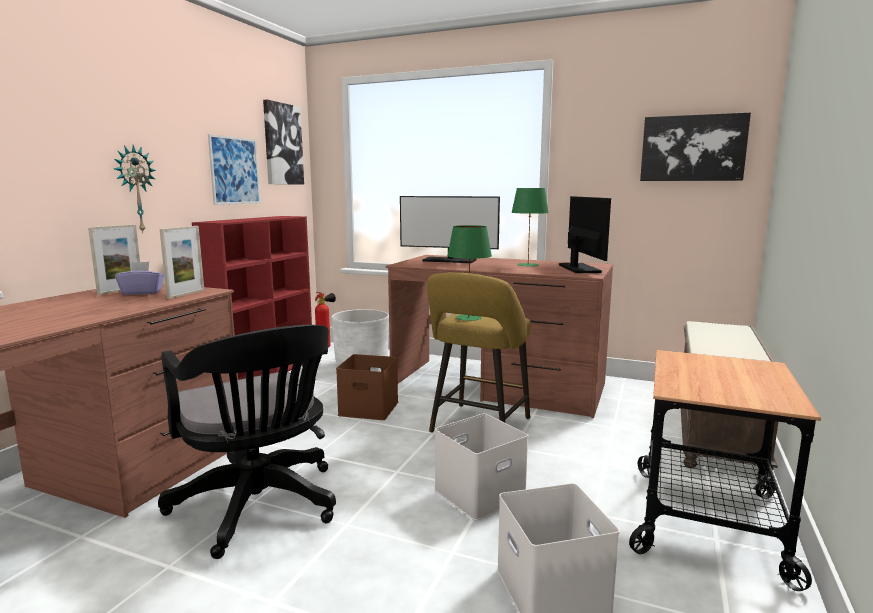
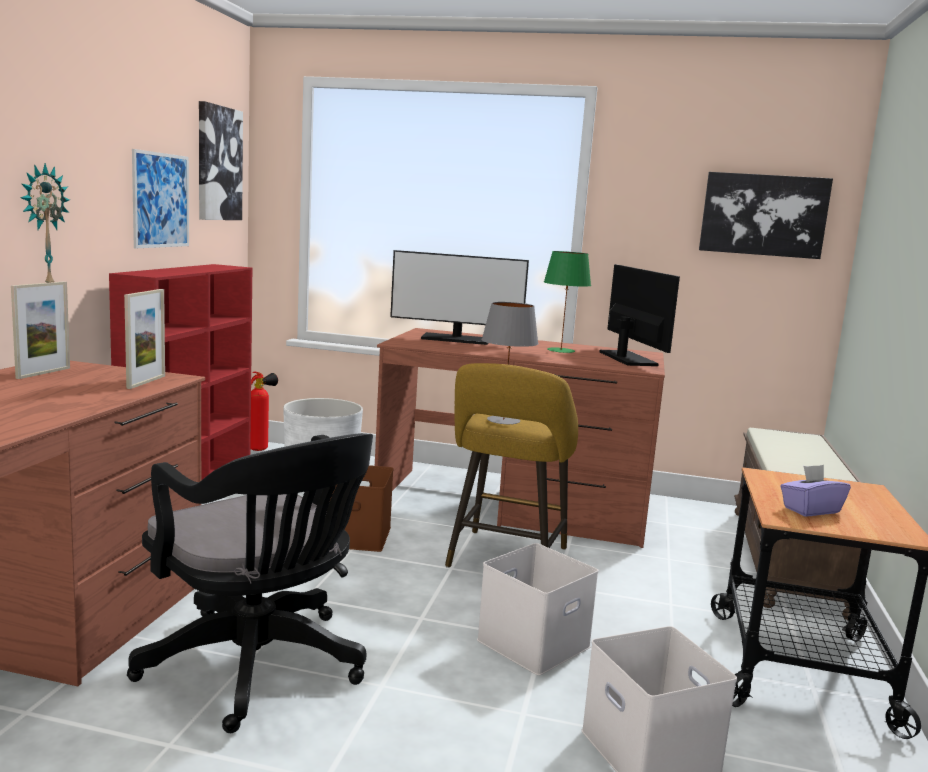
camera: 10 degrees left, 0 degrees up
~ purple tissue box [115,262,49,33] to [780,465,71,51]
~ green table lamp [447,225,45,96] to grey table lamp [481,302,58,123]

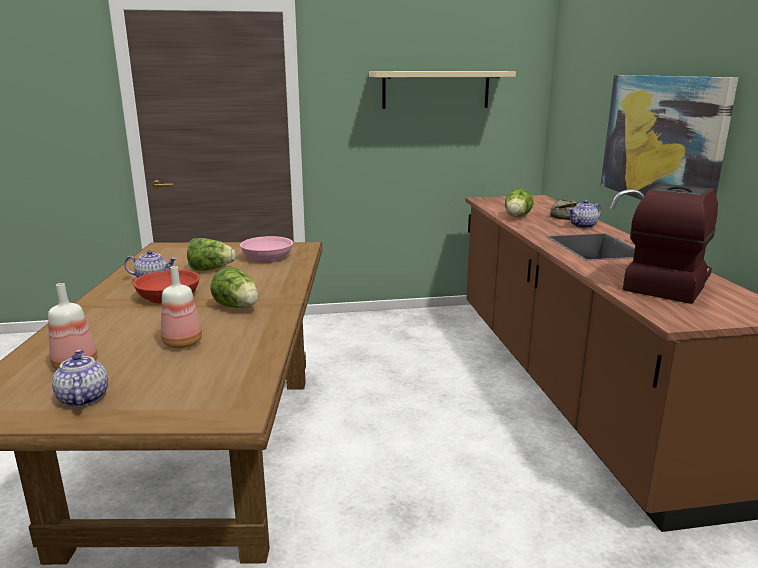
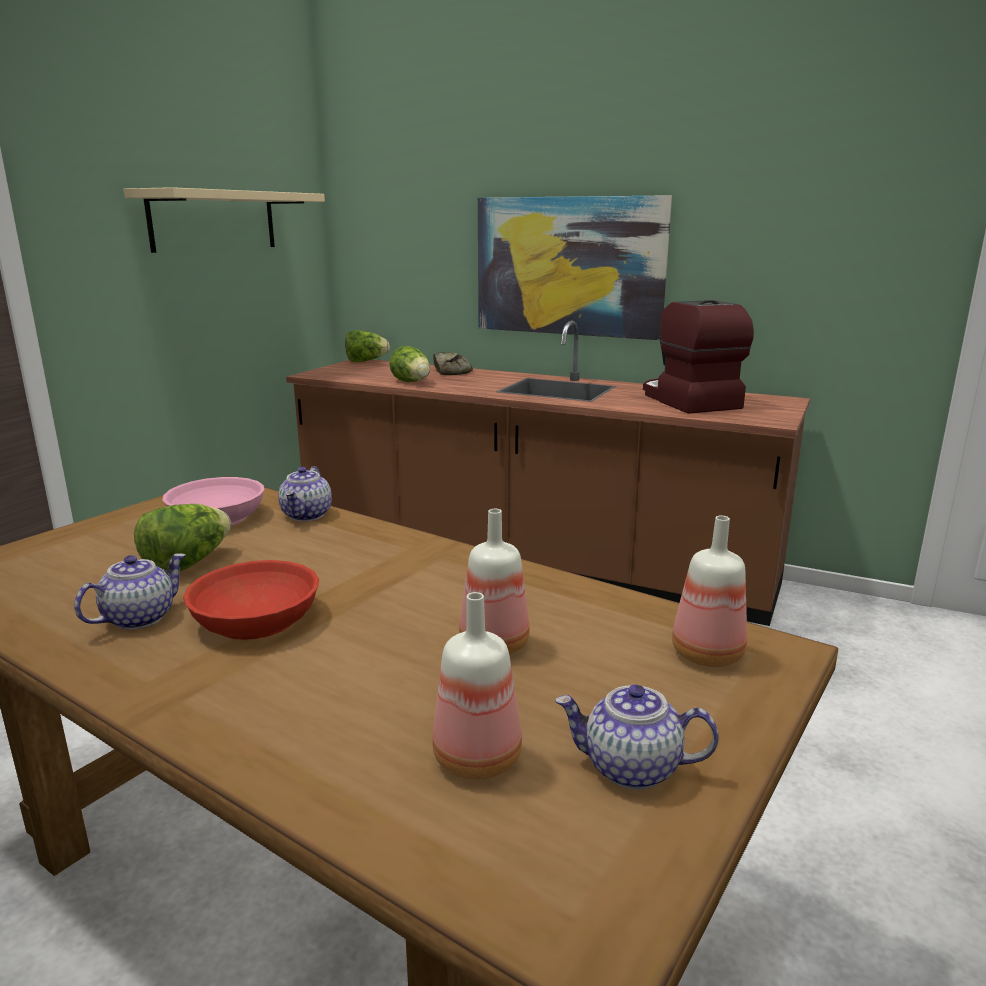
camera: 55 degrees left, 0 degrees up
~ lettuce [210,267,49,41] to [345,330,45,32]
~ teapot [568,200,34,28] to [278,466,54,55]
+ bottle [672,516,75,151]

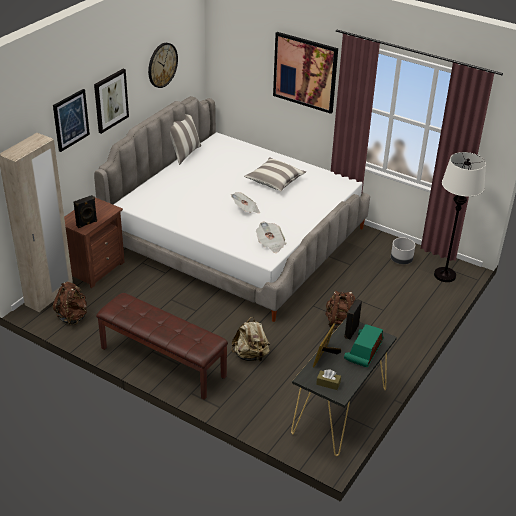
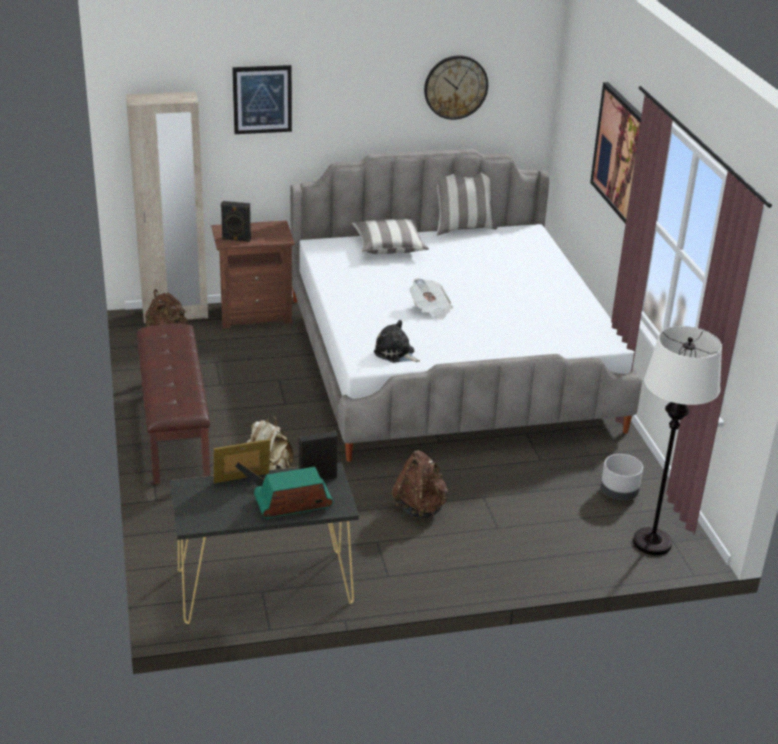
camera: 45 degrees right, 5 degrees down
- picture [94,69,35,65]
~ pillow [244,157,62,34] to [352,219,77,35]
~ newspaper [256,222,31,31] to plush toy [374,320,46,43]
- brown tissue box [316,369,25,21]

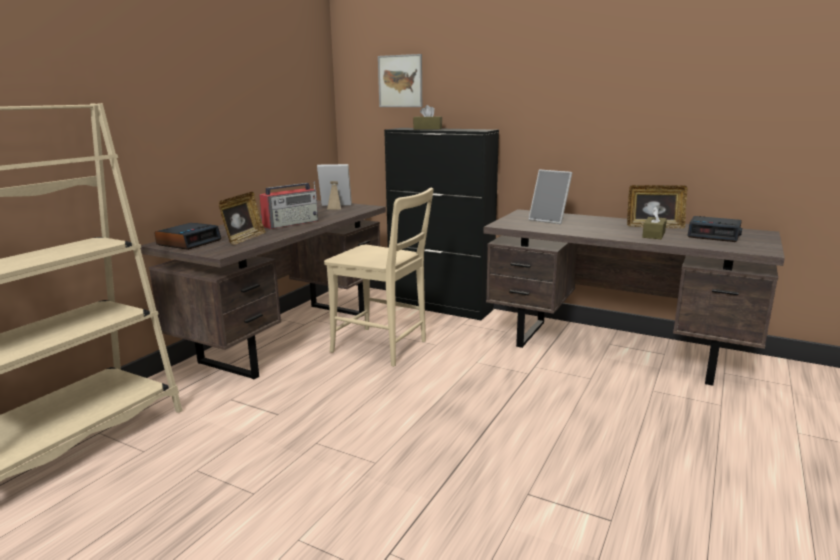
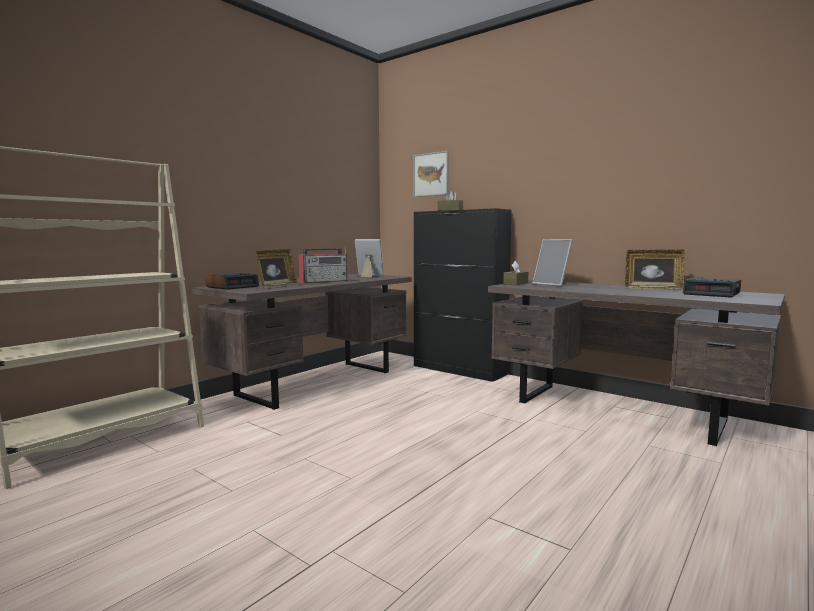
camera: 10 degrees right, 10 degrees down
- beige chair [324,188,110,179]
~ brown tissue box [642,206,25,33] to [503,260,25,25]

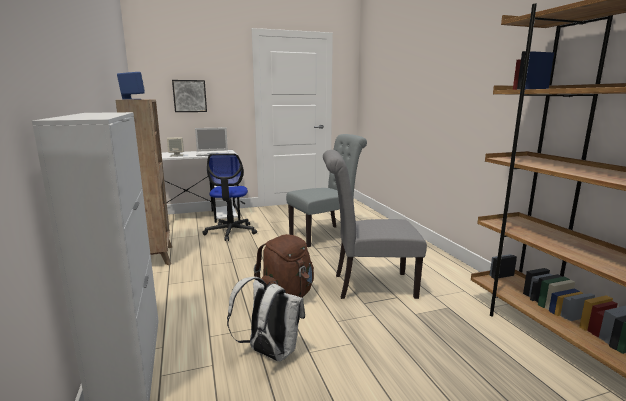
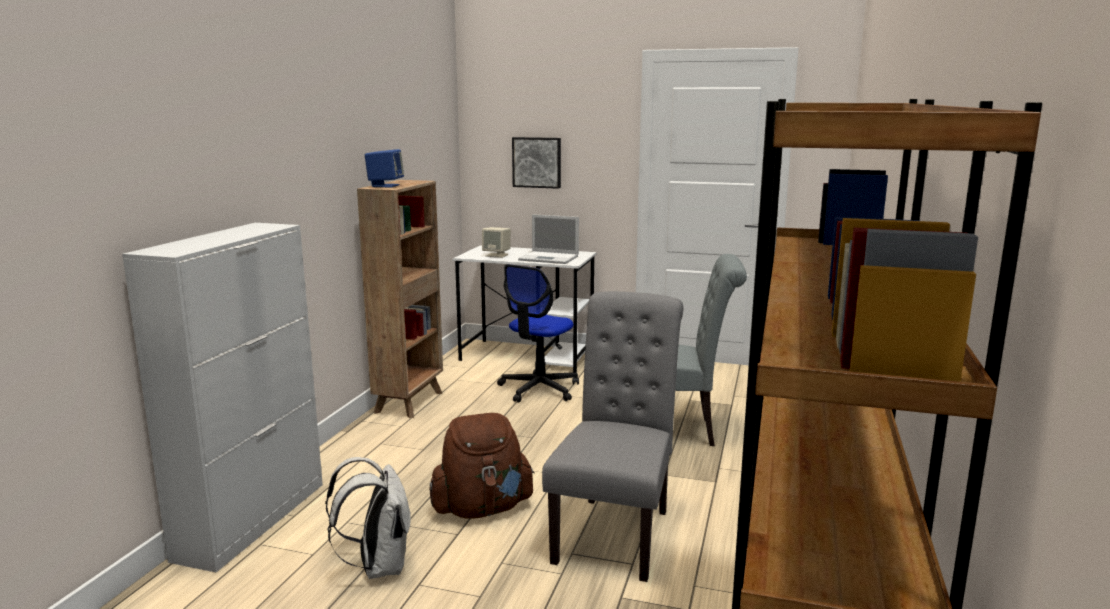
camera: 35 degrees right, 0 degrees up
~ grey chair [323,150,104,149] = [542,291,141,291] 75 degrees clockwise

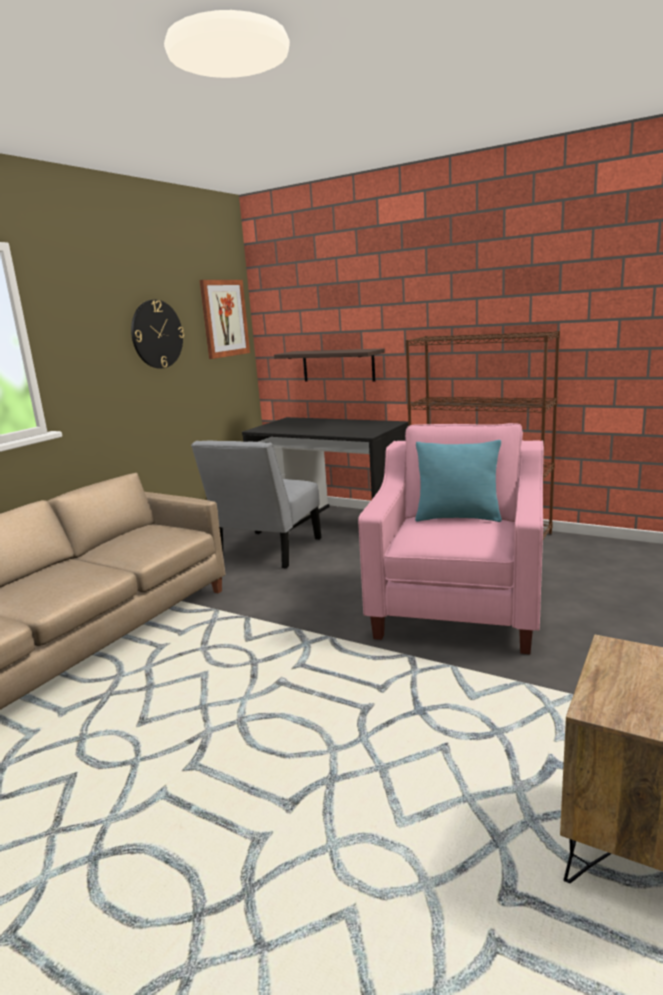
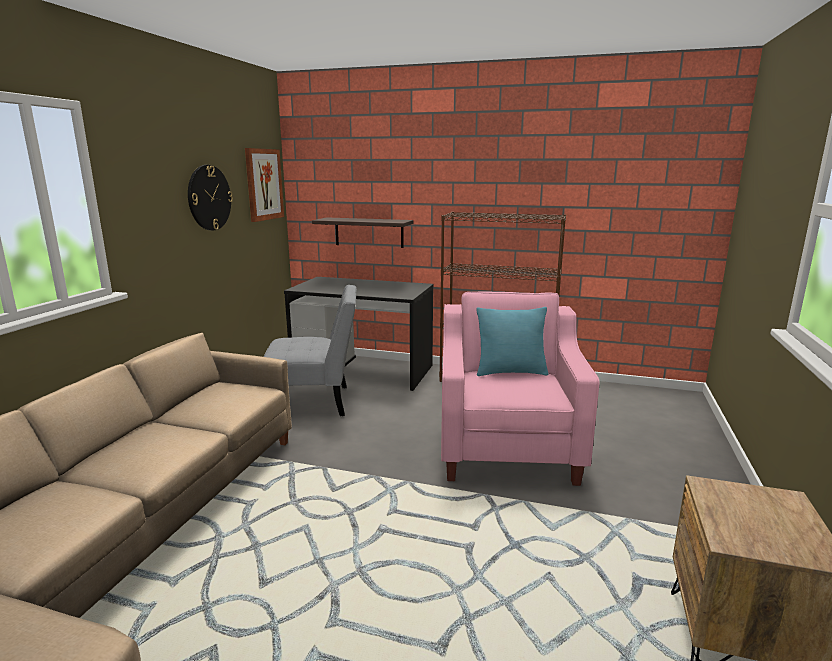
camera: 15 degrees left, 0 degrees up
~ grey chair [191,441,131,127] = [264,285,93,131] 105 degrees counterclockwise

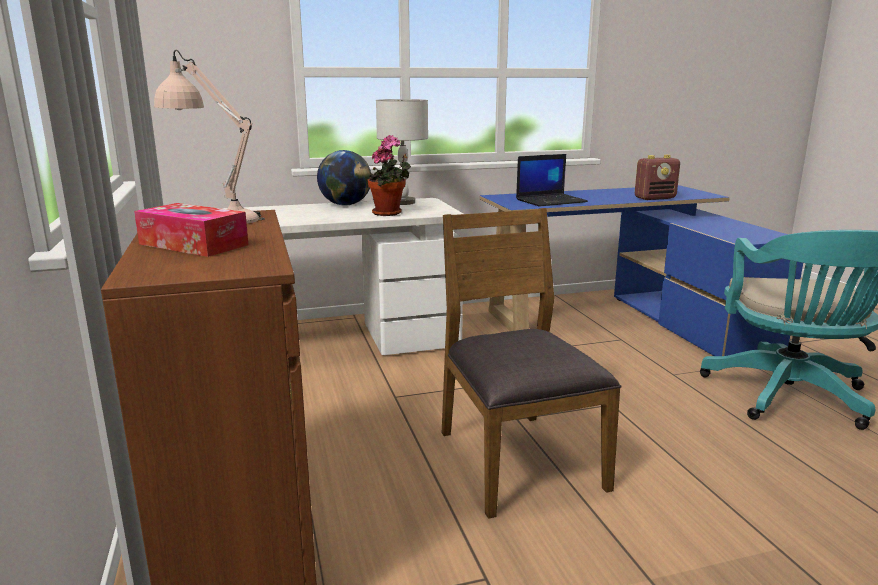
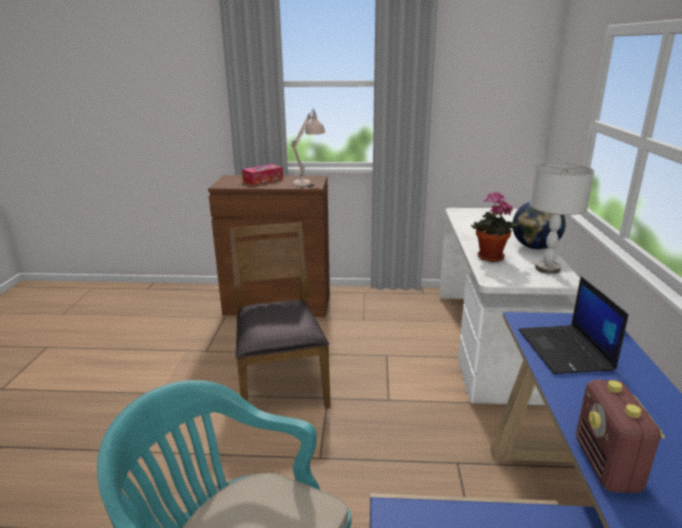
camera: 110 degrees right, 5 degrees up
~ brown chair [442,208,179,311] = [229,222,102,187] 105 degrees counterclockwise

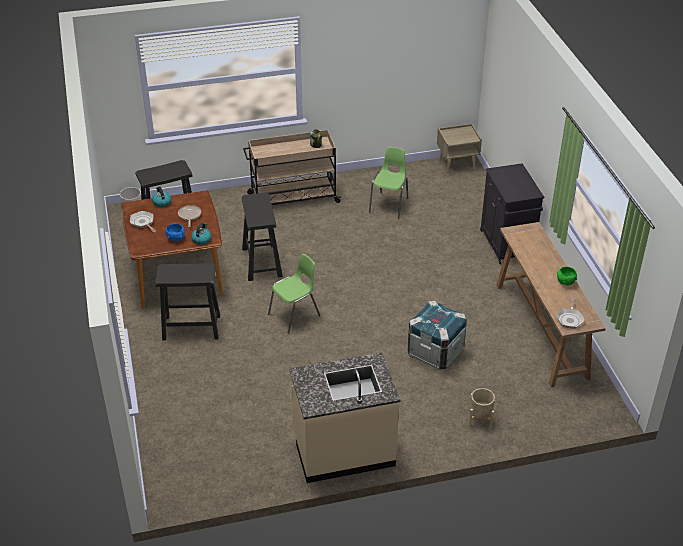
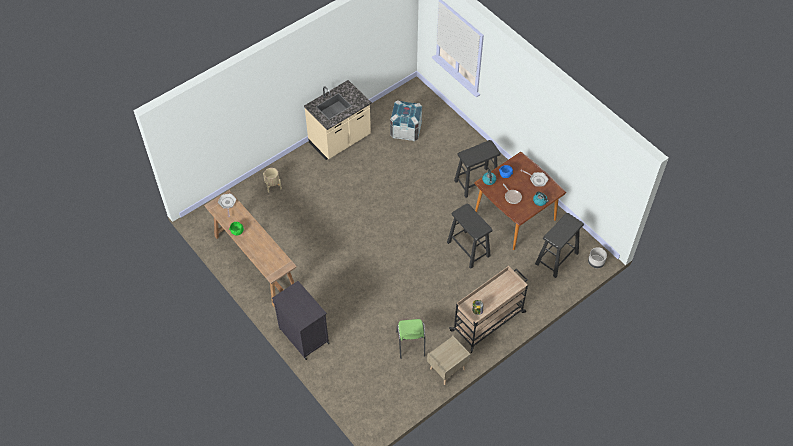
camera: 155 degrees right, 15 degrees up
- green chair [268,254,52,80]
~ crate [407,301,60,69] to [390,100,32,41]
~ beige nightstand [437,123,45,51] to [427,335,43,50]

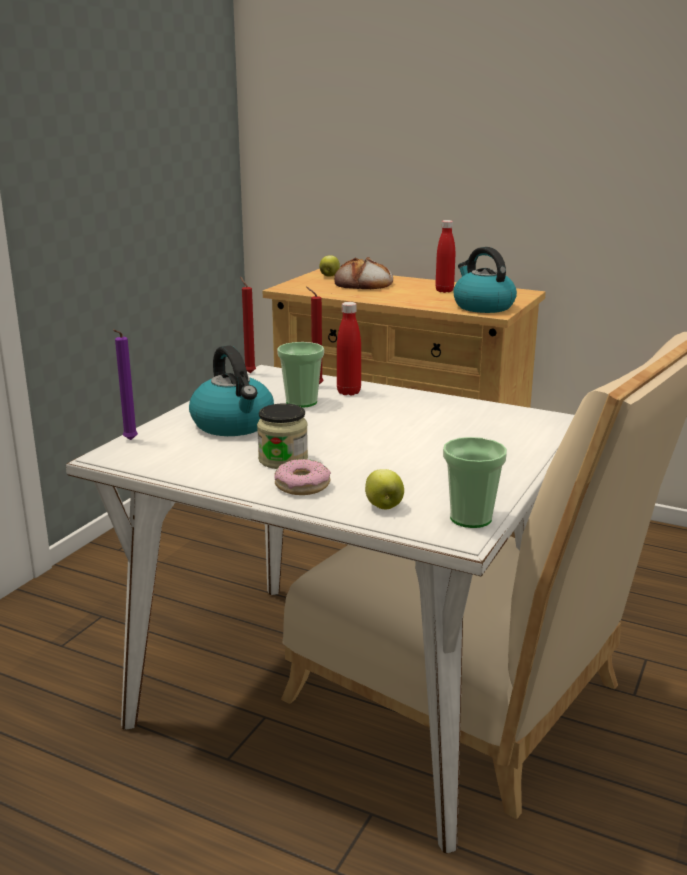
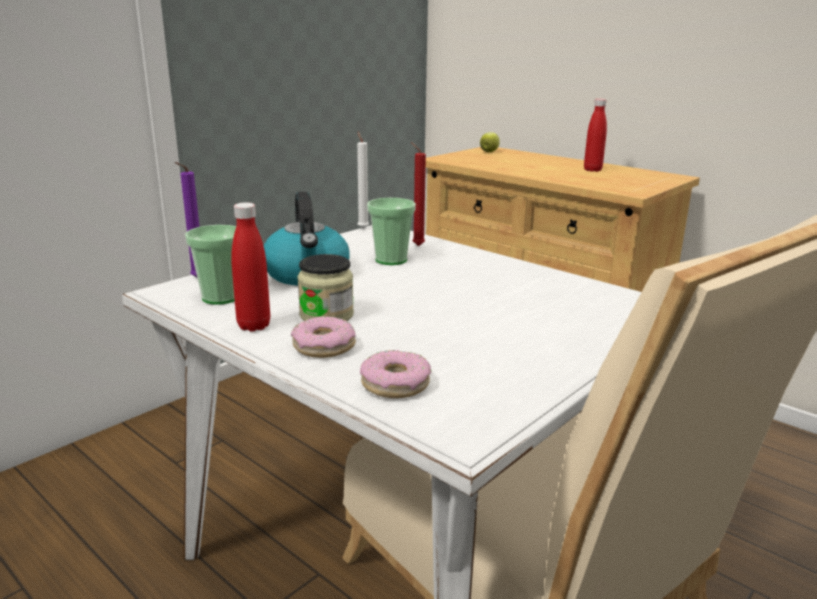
camera: 15 degrees right, 0 degrees up
~ red candle [240,276,16,97] to white candle [357,132,12,97]
- bread [334,257,59,32]
~ red bottle [337,302,24,93] to [231,202,39,130]
~ apple [365,469,39,40] to donut [360,350,71,48]
~ cup [443,437,64,91] to [185,225,51,80]
- kettle [454,247,63,66]

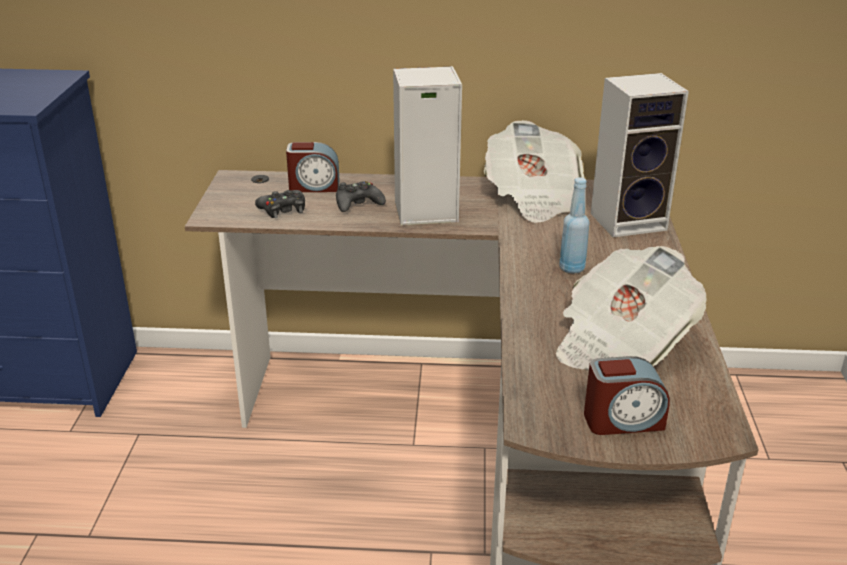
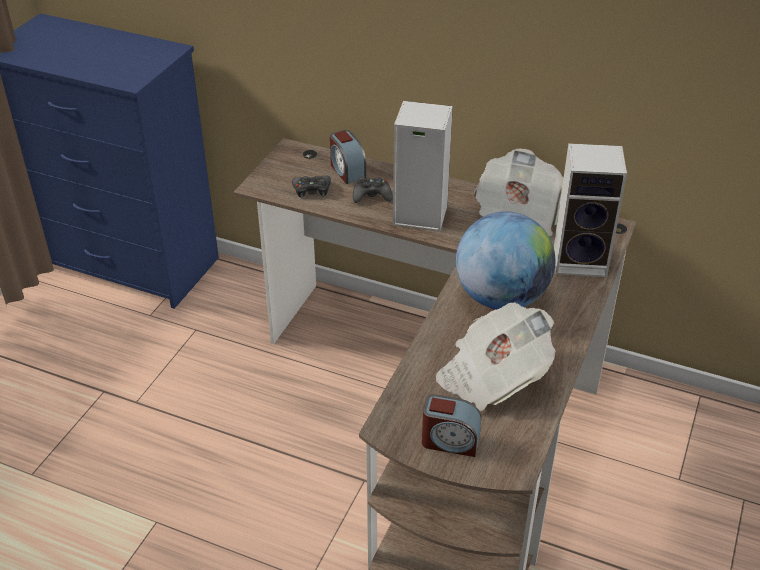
camera: 20 degrees right, 10 degrees up
~ alarm clock [286,142,54,50] = [330,130,36,54] 45 degrees clockwise
~ blue bottle [560,177,29,97] to globe [456,211,99,99]

